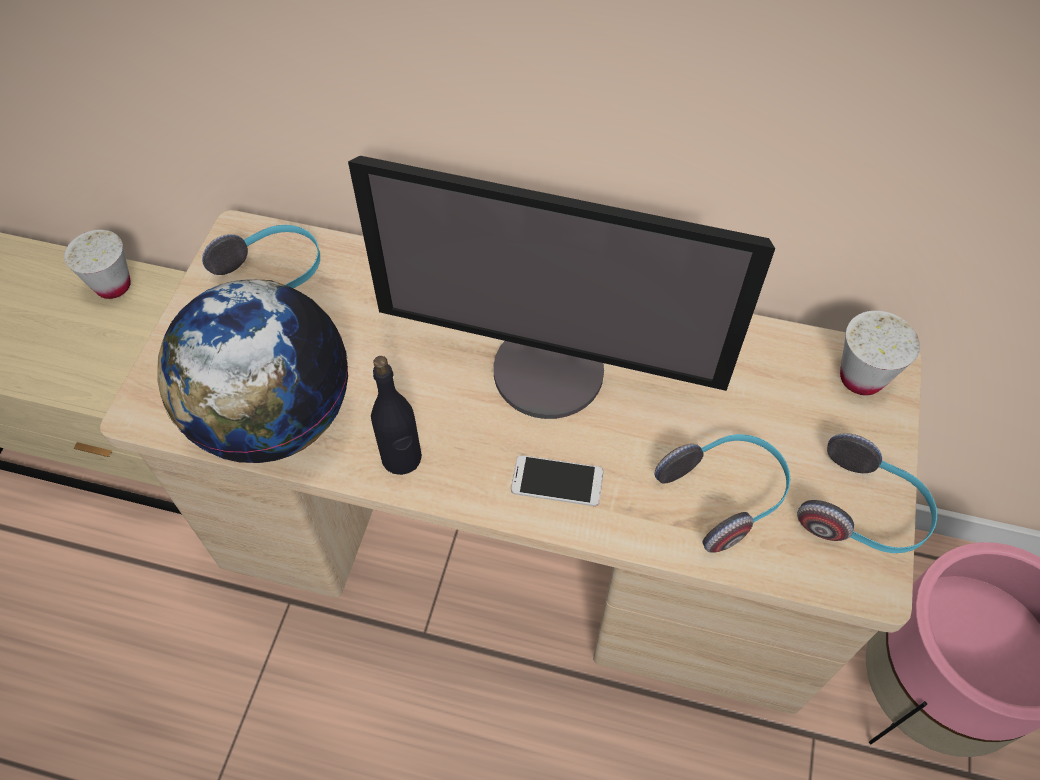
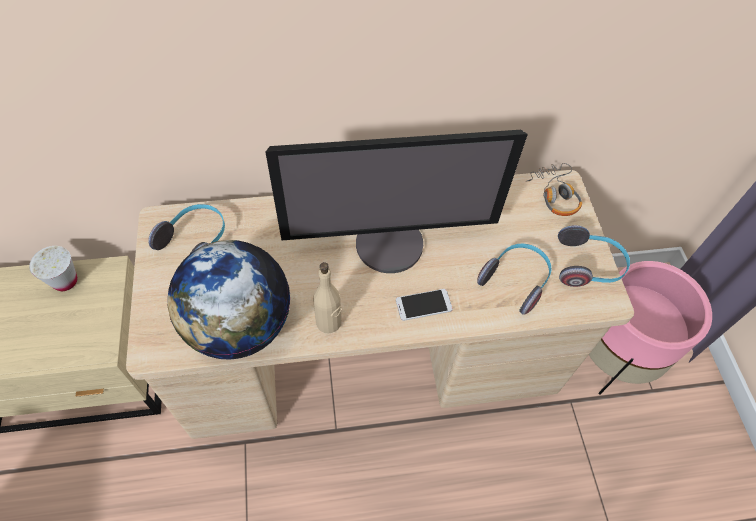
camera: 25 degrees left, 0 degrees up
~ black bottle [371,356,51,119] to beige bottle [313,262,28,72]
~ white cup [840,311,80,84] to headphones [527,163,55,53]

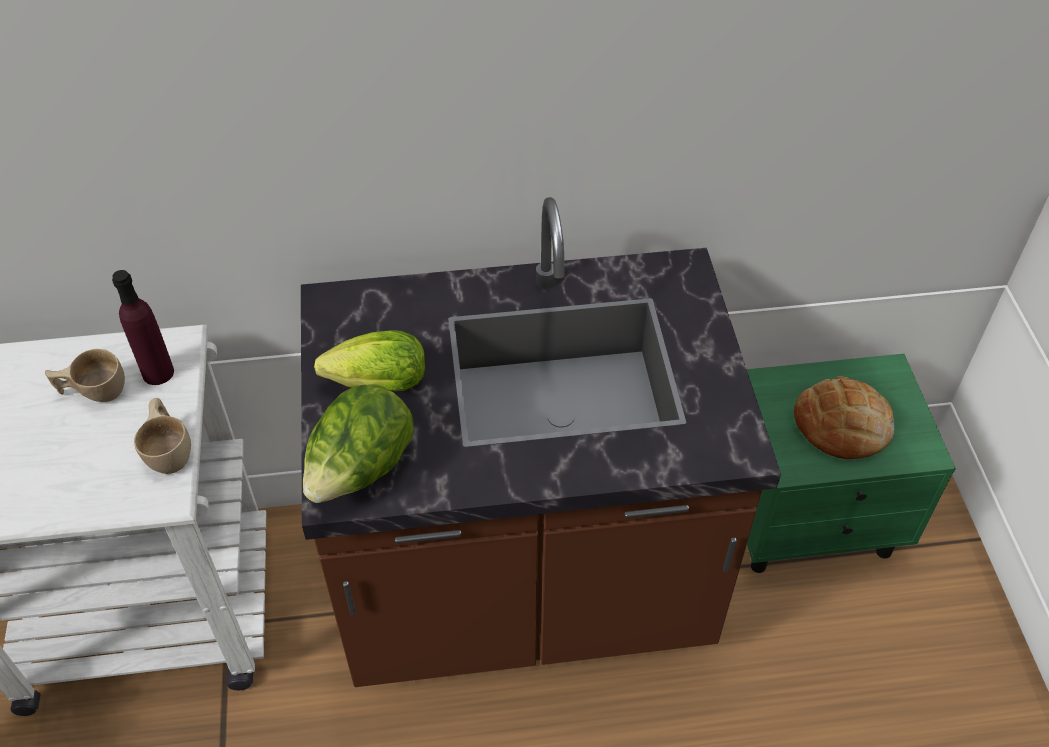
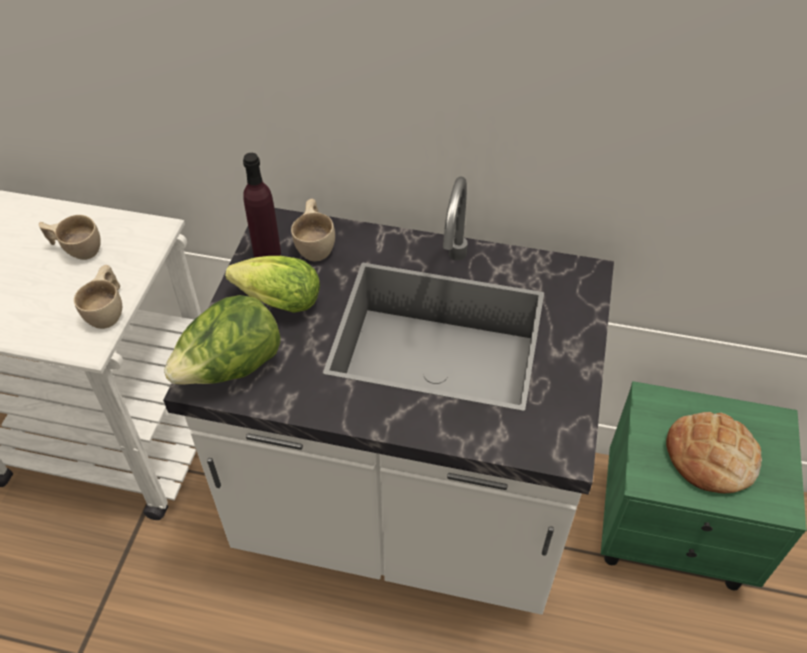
camera: 20 degrees right, 0 degrees up
~ purple bottle [112,270,62,115] to [243,153,38,105]
~ brown counter [301,197,480,490] to white counter [163,176,451,439]
+ beige cup [291,199,44,63]

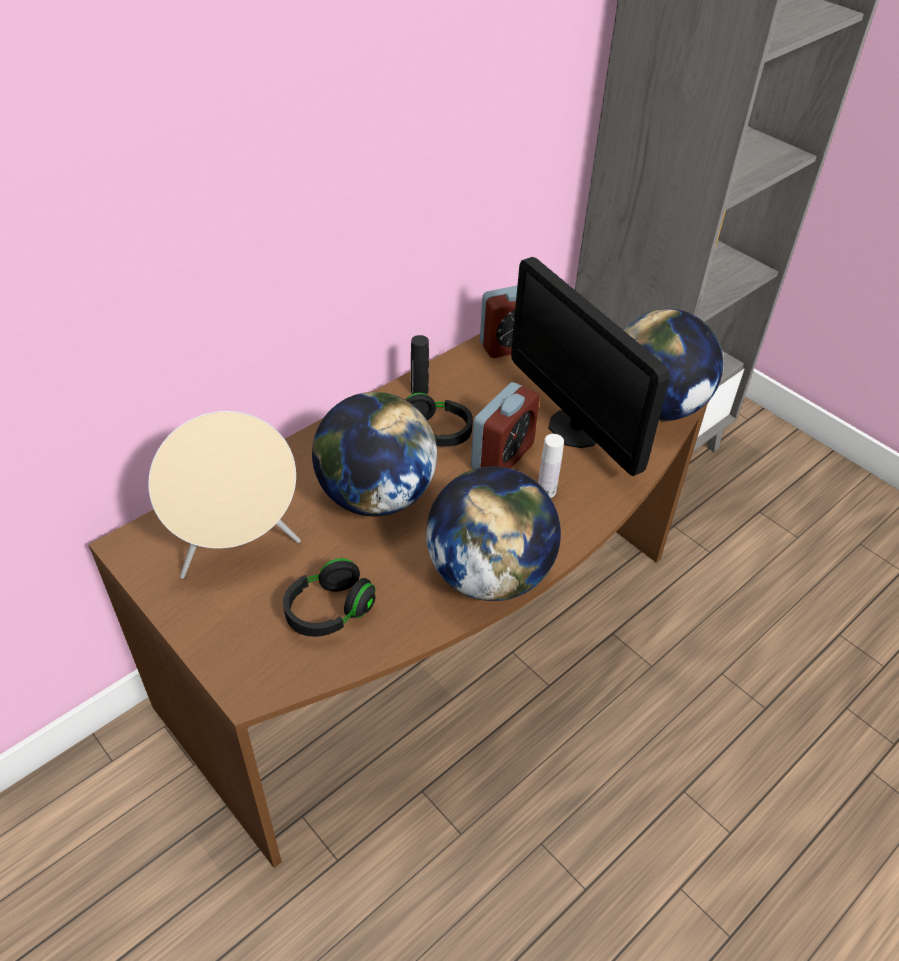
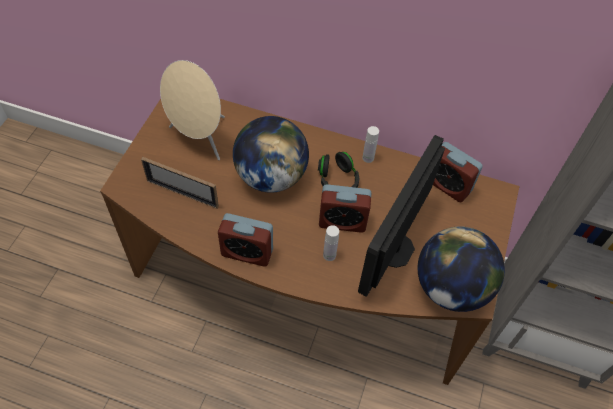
camera: 60 degrees right, 10 degrees up
~ black headphones [283,558,93,79] to picture frame [141,157,78,52]
~ black bottle [411,335,18,59] to white bottle [362,126,17,37]
~ globe [426,466,135,135] to alarm clock [218,213,55,54]

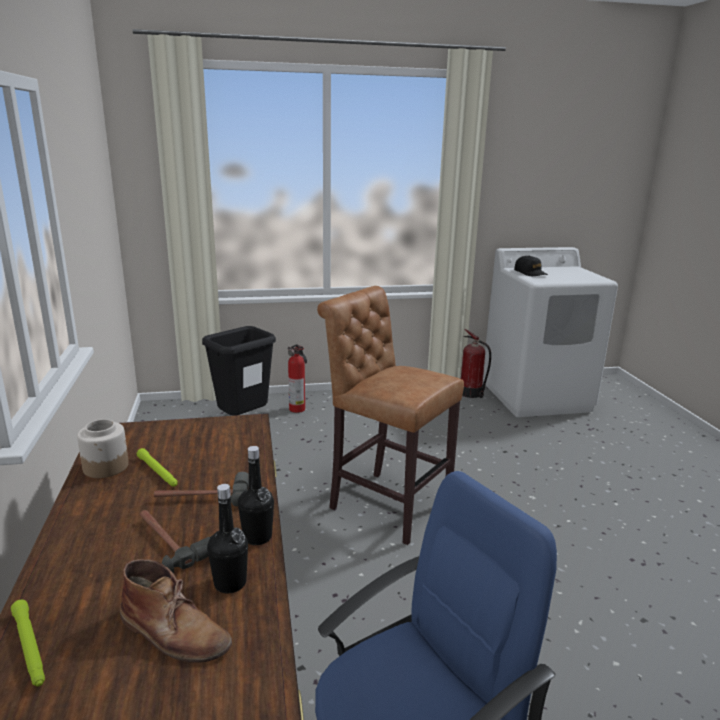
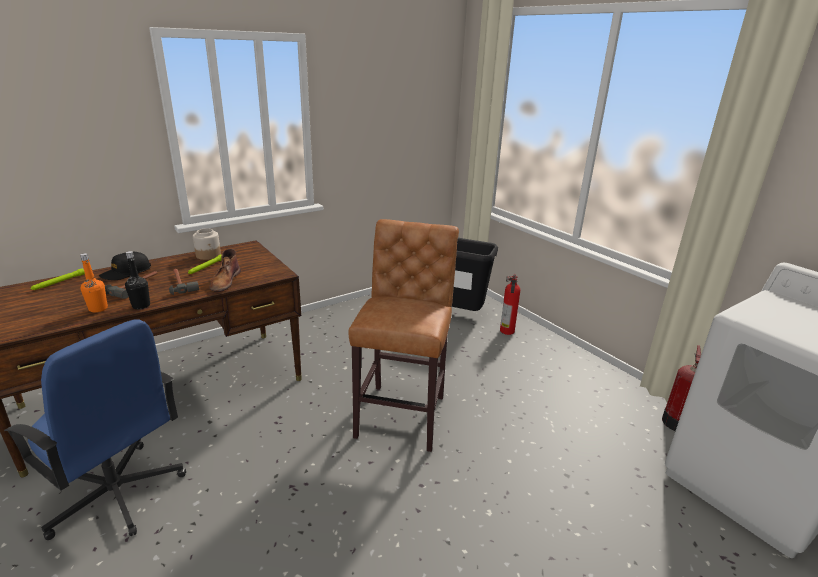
camera: 65 degrees right, 5 degrees up
~ brown boot [120,559,112,104] to [210,249,31,43]
~ black bottle [207,484,41,110] to orange bottle [80,253,28,59]
~ black cap [514,255,34,21] to [99,252,52,28]

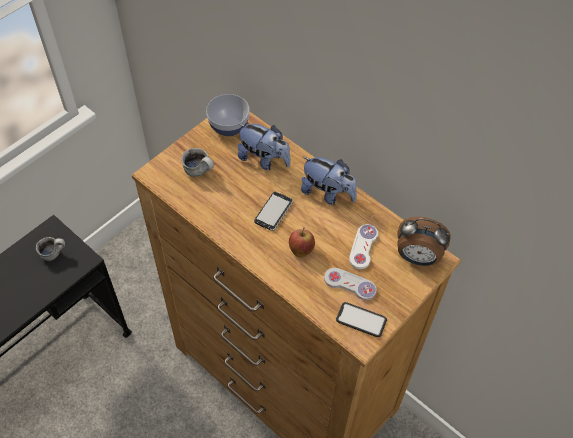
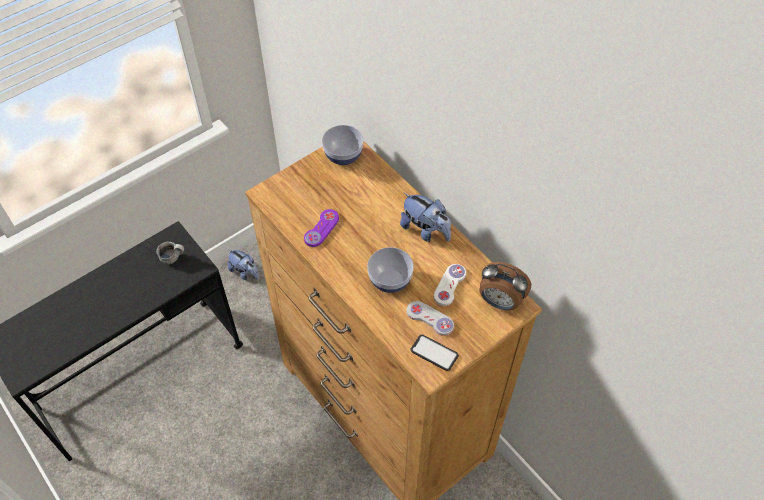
camera: 10 degrees right, 0 degrees up
- mug [182,148,32,29]
~ plush toy [237,123,54,47] to [228,249,31,31]
- phone [254,192,39,39]
~ apple [289,228,26,30] to bowl [367,247,47,46]
+ purple game controller [304,209,35,38]

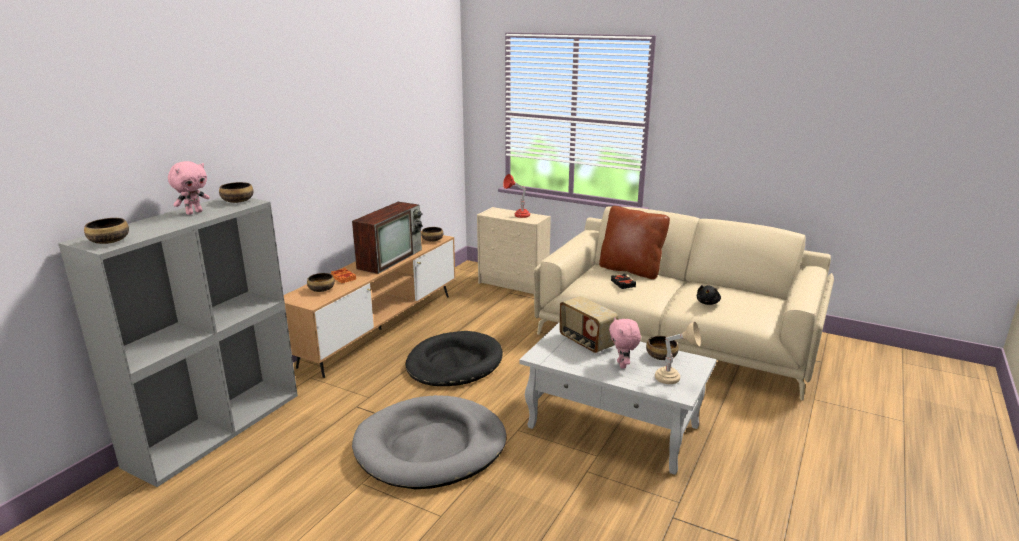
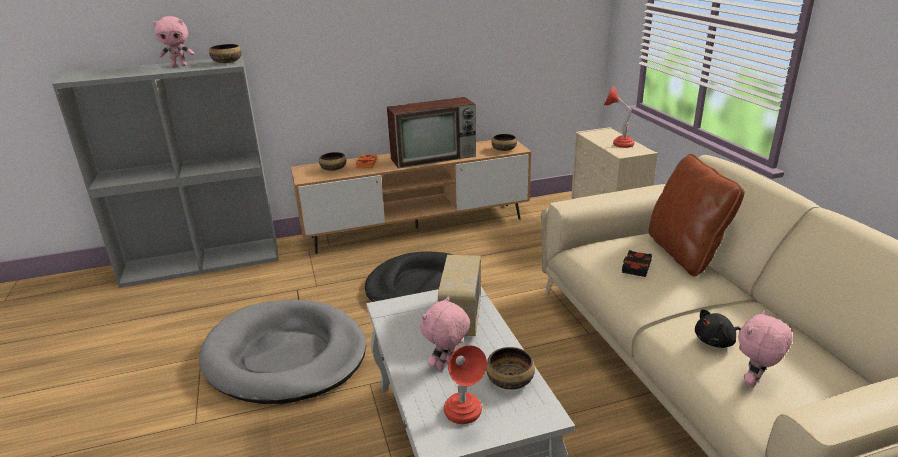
camera: 45 degrees right, 5 degrees up
- bowl [84,218,45,26]
~ beige table lamp [655,321,46,63] to red table lamp [444,345,43,79]
+ pink plush toy [738,310,55,78]

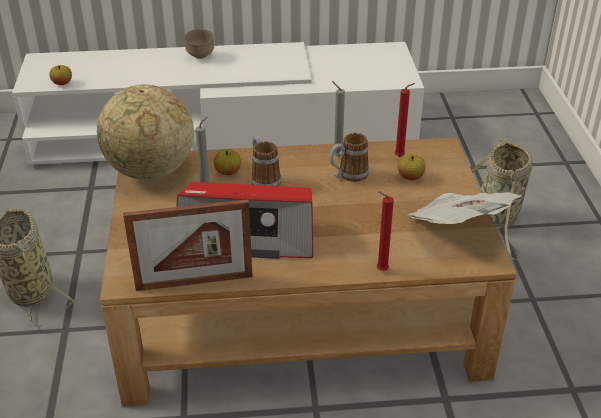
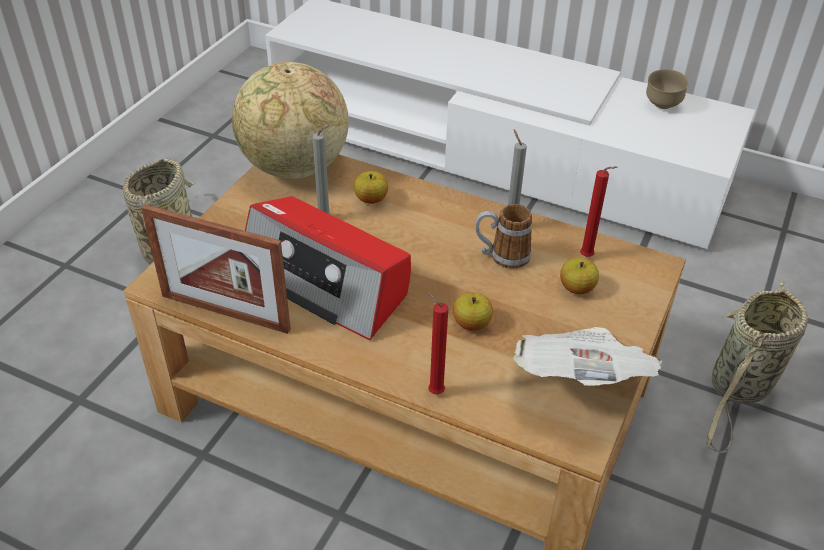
camera: 30 degrees right, 5 degrees up
~ apple [49,65,23,20] to [453,292,40,39]
~ brown bowl [184,29,30,30] to [646,69,43,40]
- mug [251,136,30,50]

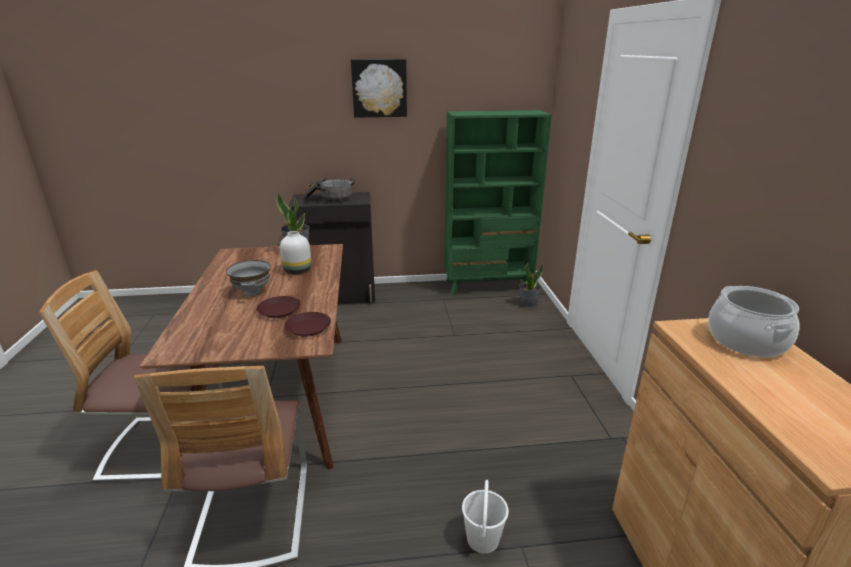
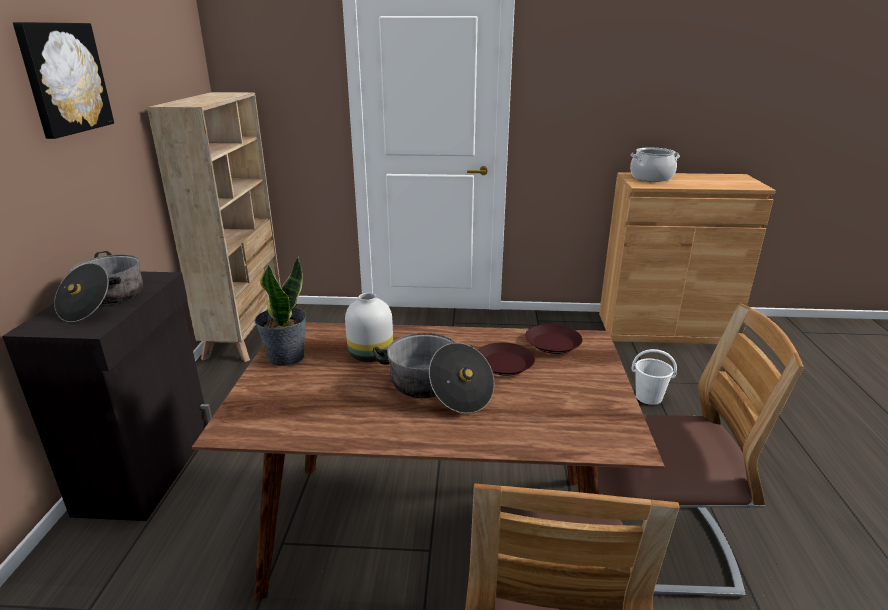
camera: 80 degrees left, 0 degrees up
~ grey bowl [226,260,45,36] to cooking pot [373,333,121,81]
~ green bookcase [444,110,108,186] to beige bookcase [147,92,134,270]
- potted plant [519,263,24,45]

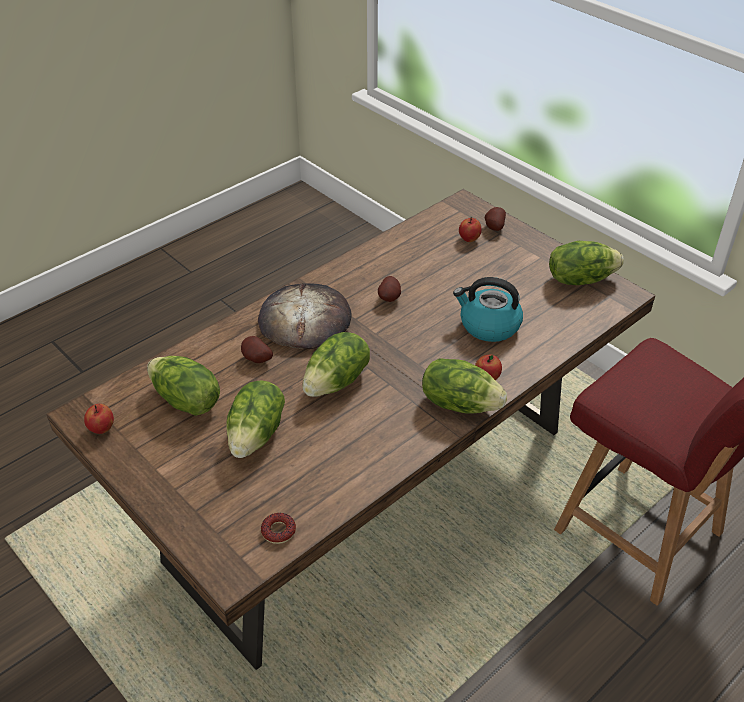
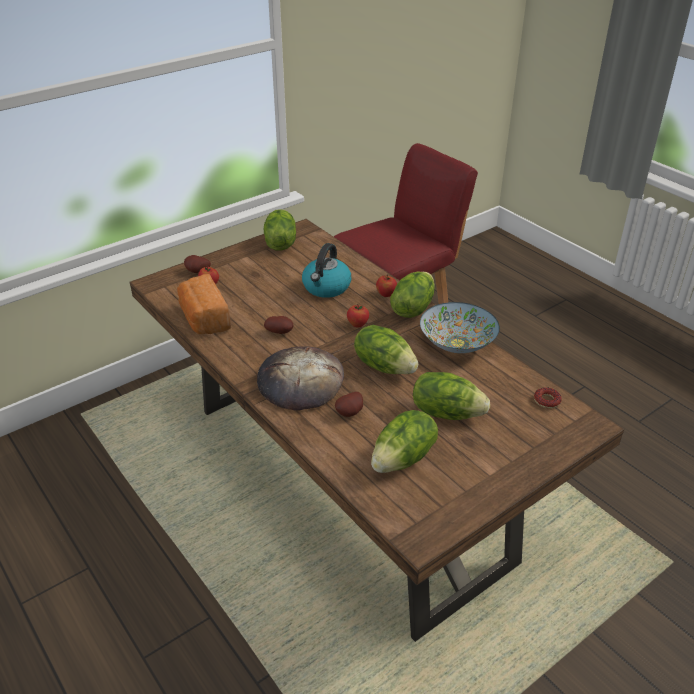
camera: 85 degrees left, 5 degrees down
~ apple [84,404,30,30] to [347,304,22,24]
+ bread [177,274,54,60]
+ bowl [420,302,80,51]

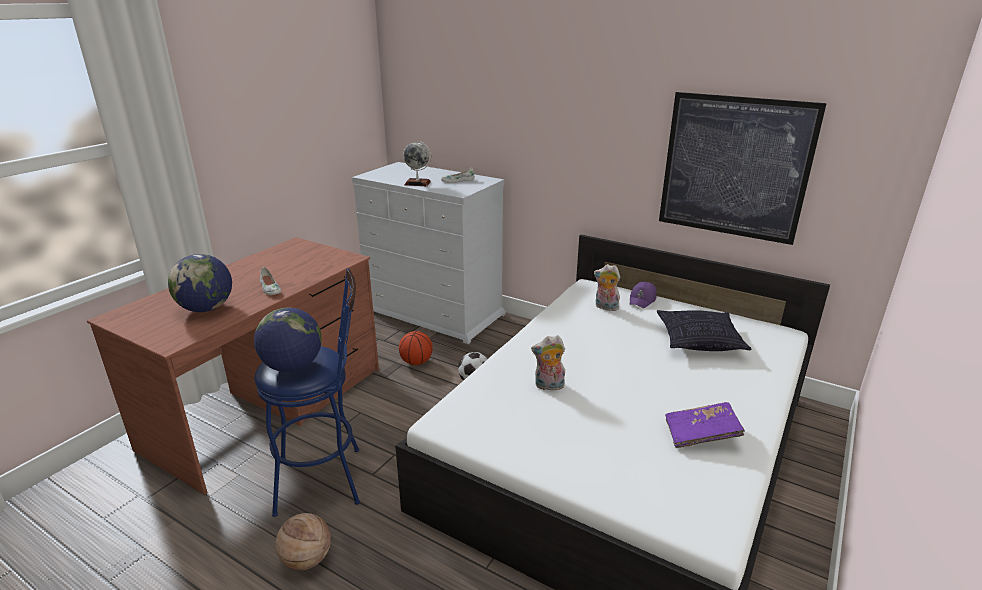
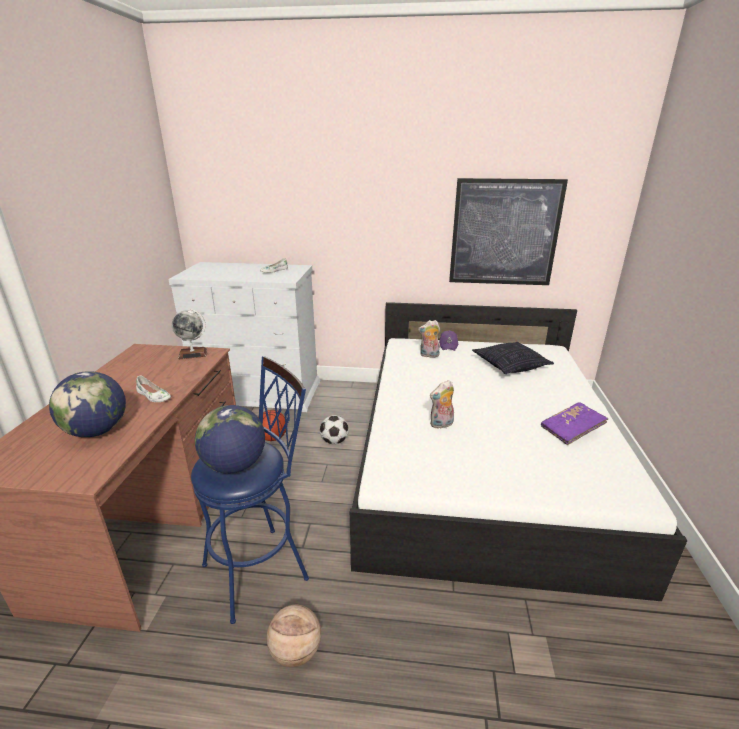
camera: 25 degrees left, 0 degrees up
~ globe [403,142,28,44] to [172,309,35,51]

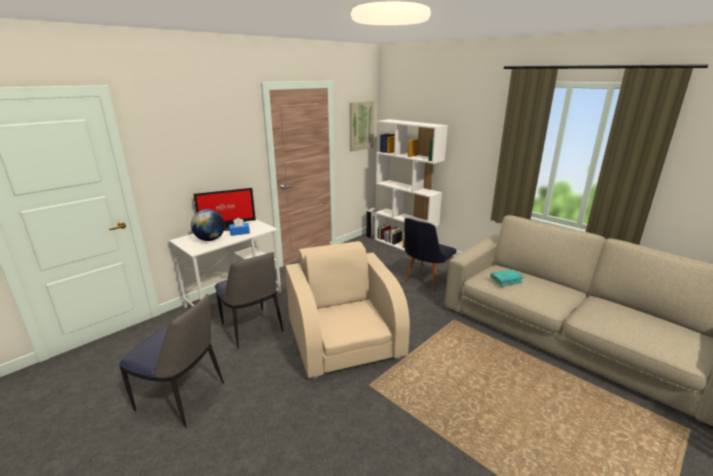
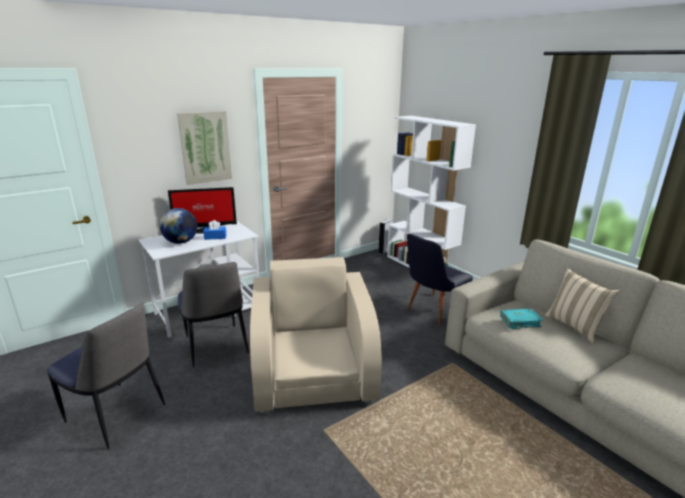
camera: 10 degrees right, 0 degrees up
~ picture [350,101,24,51] to [177,111,55,74]
+ beige pillow [545,268,74,75]

